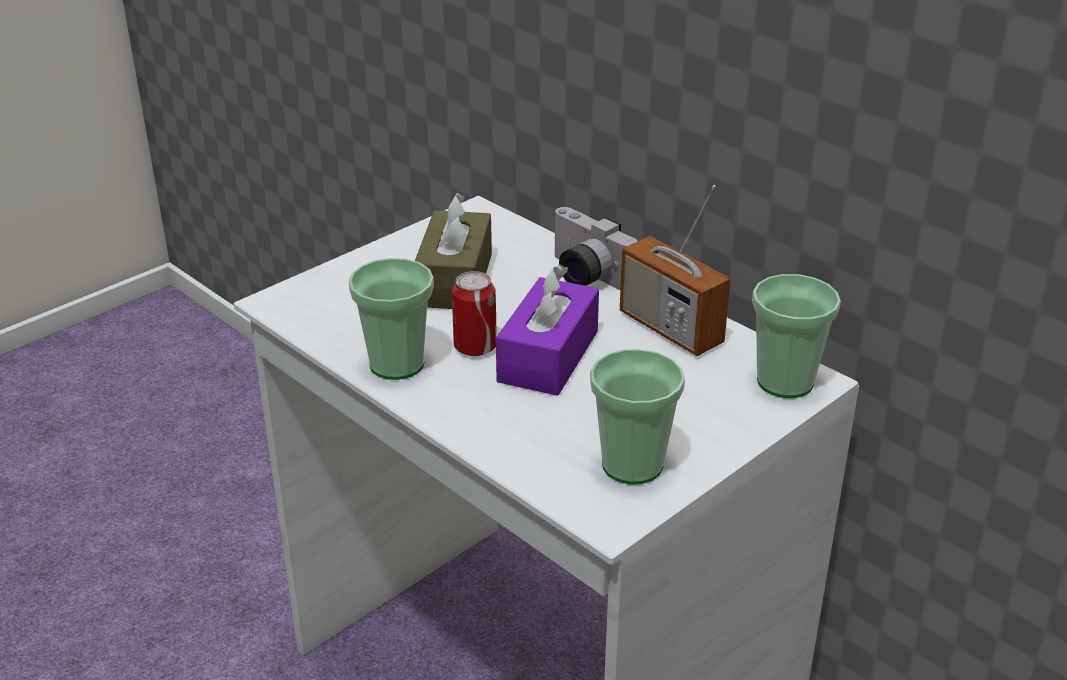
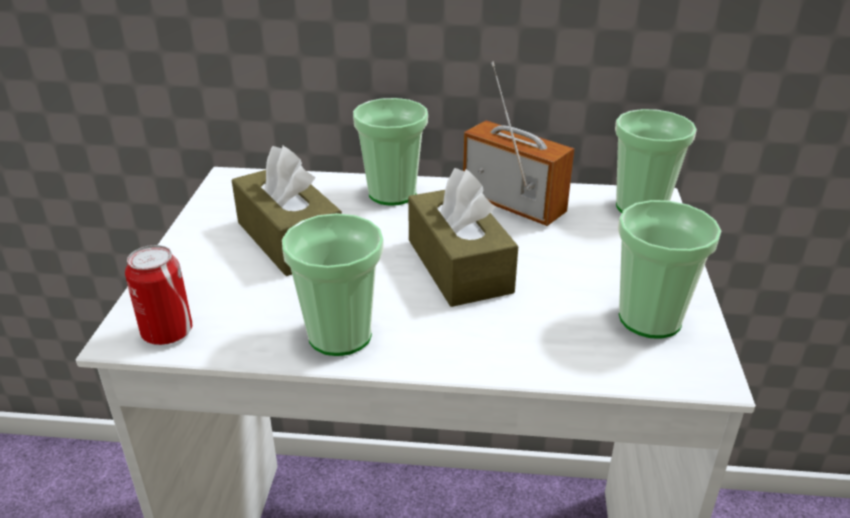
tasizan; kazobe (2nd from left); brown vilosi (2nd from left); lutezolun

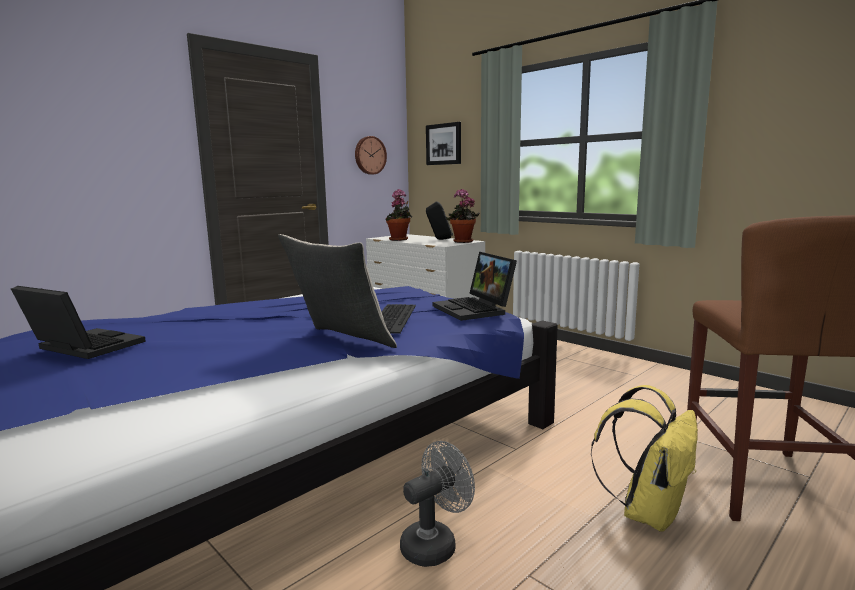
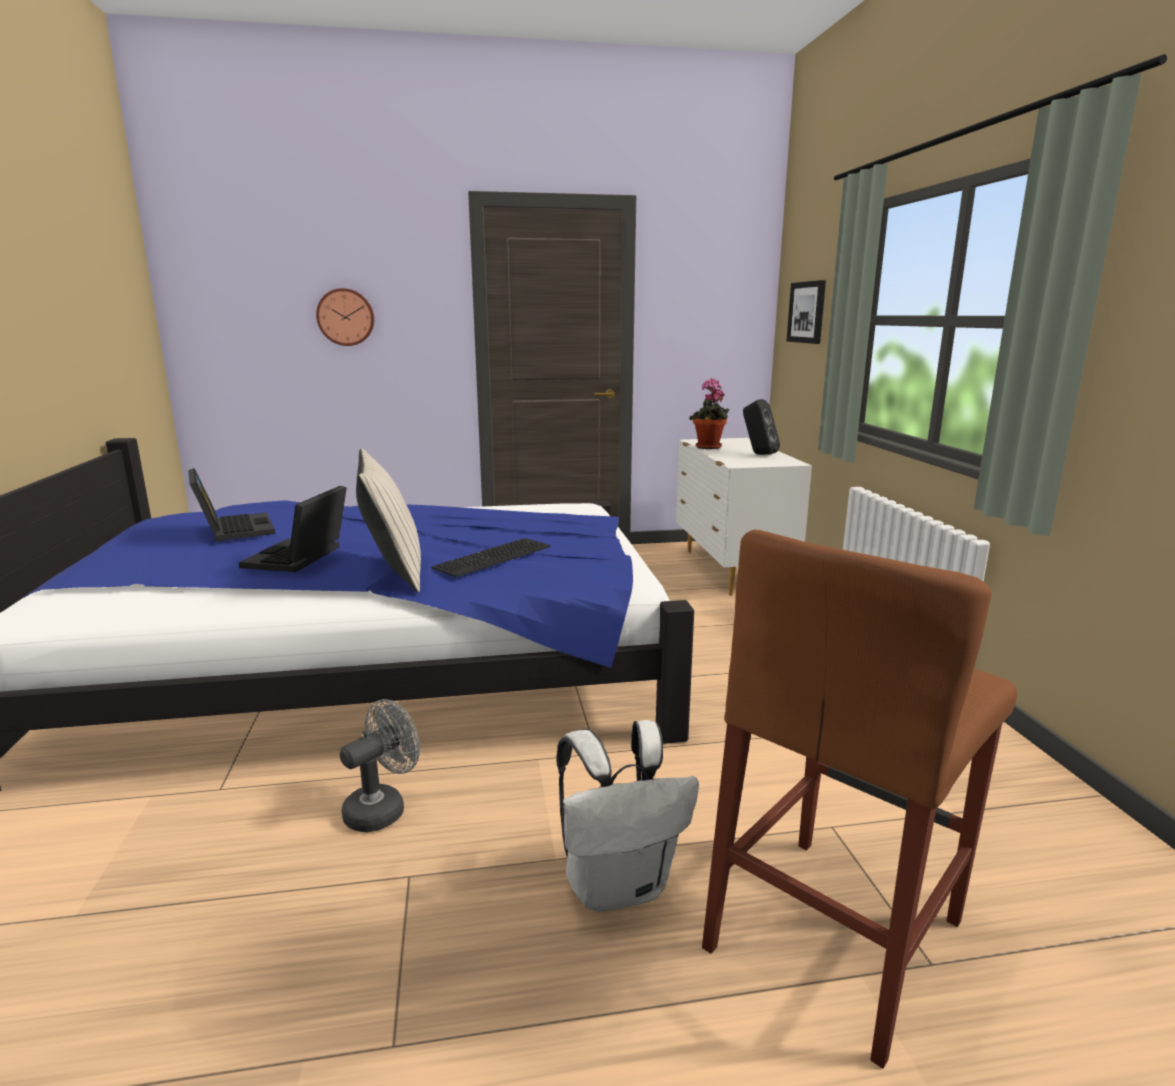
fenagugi; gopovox (2nd from left in the first image); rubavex (2nd from left); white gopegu; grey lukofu

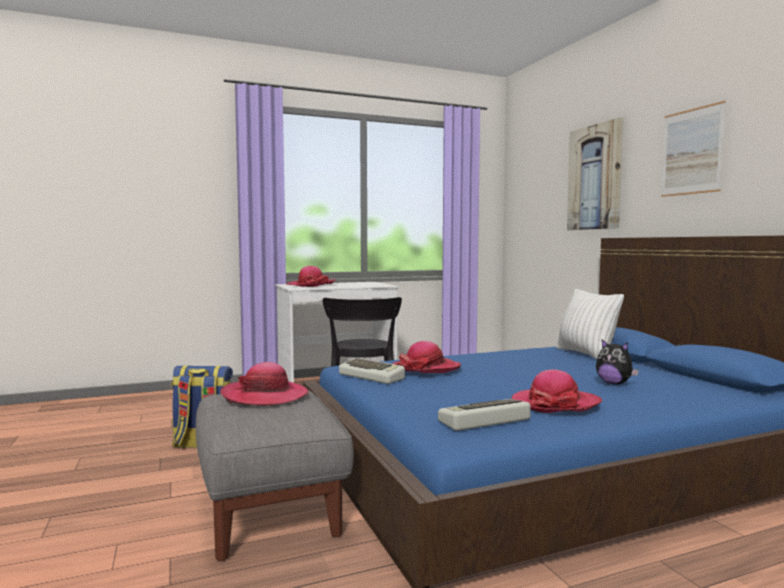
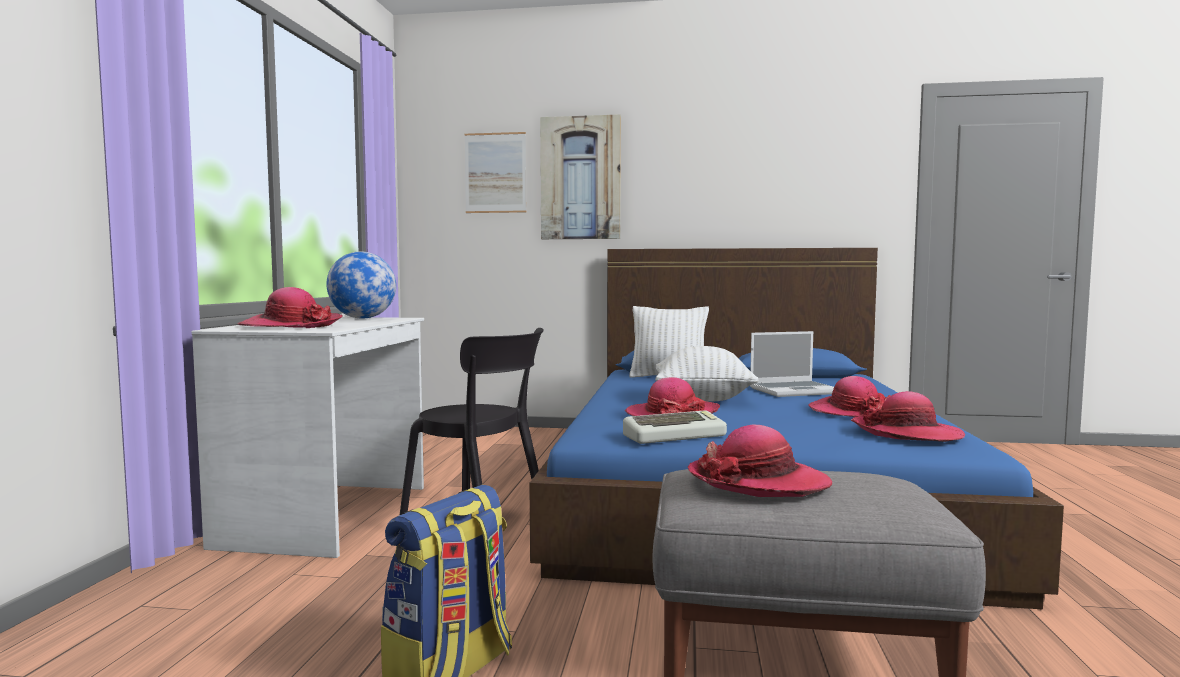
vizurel (1st from left); rubavex; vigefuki (5th from left); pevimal; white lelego (2nd from left)

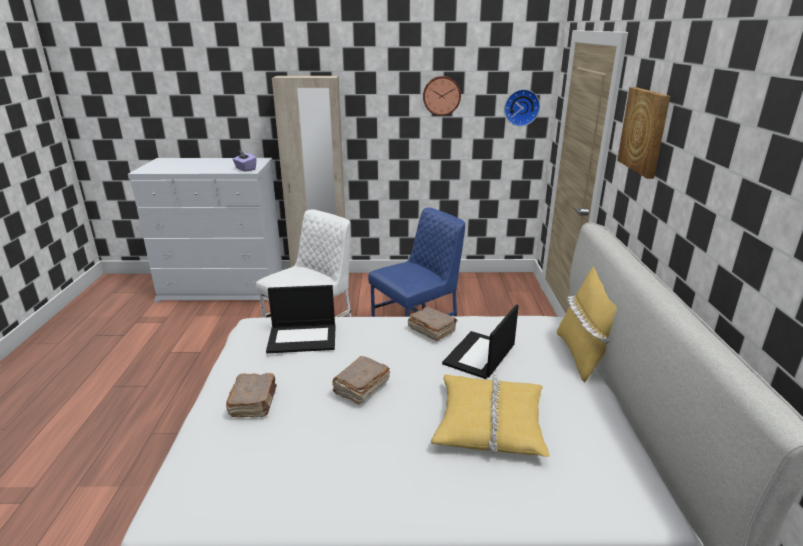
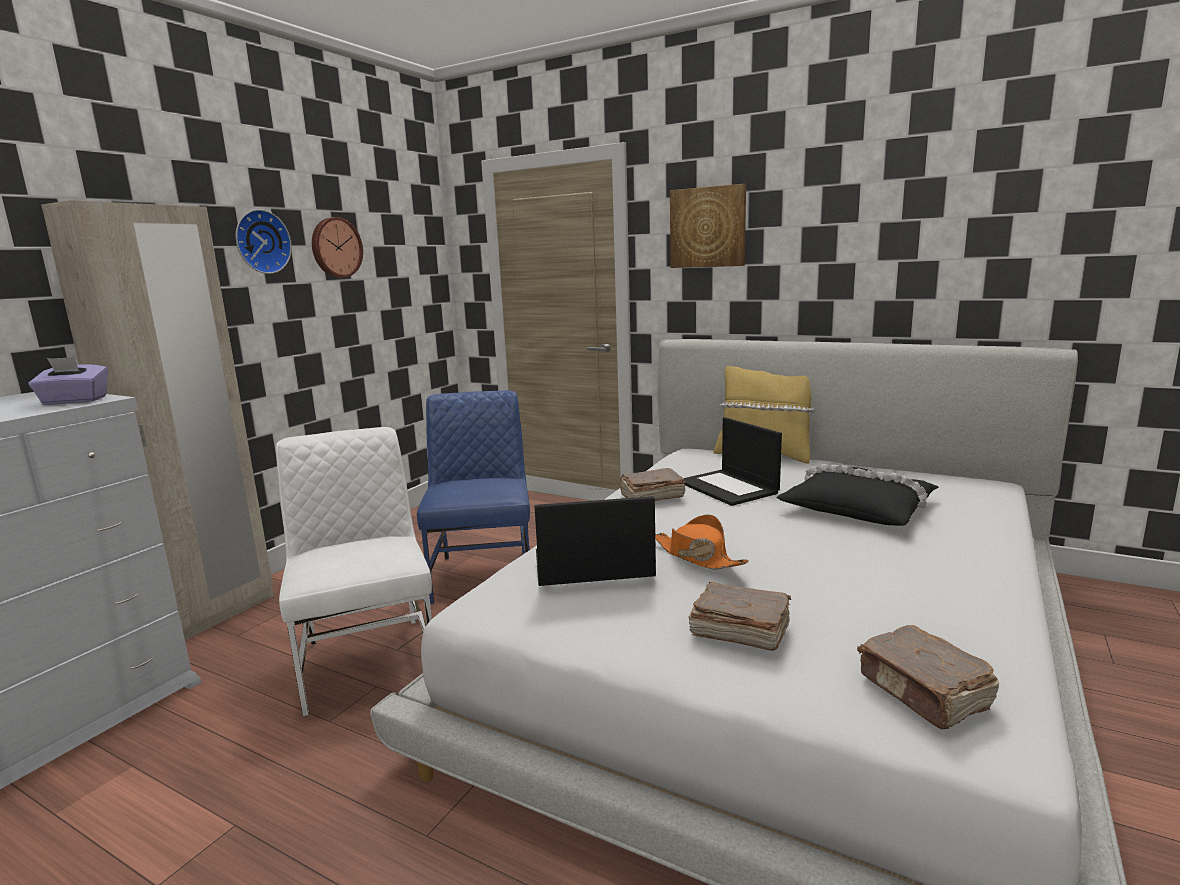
fenagugi (1st from left); rubavex (1st from left); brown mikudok (3rd from left); black lelego; orange vigefuki

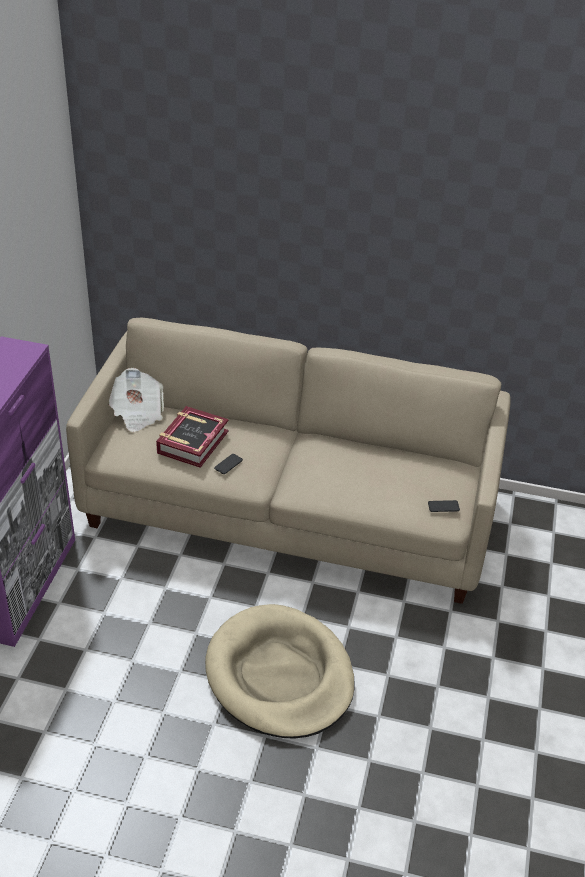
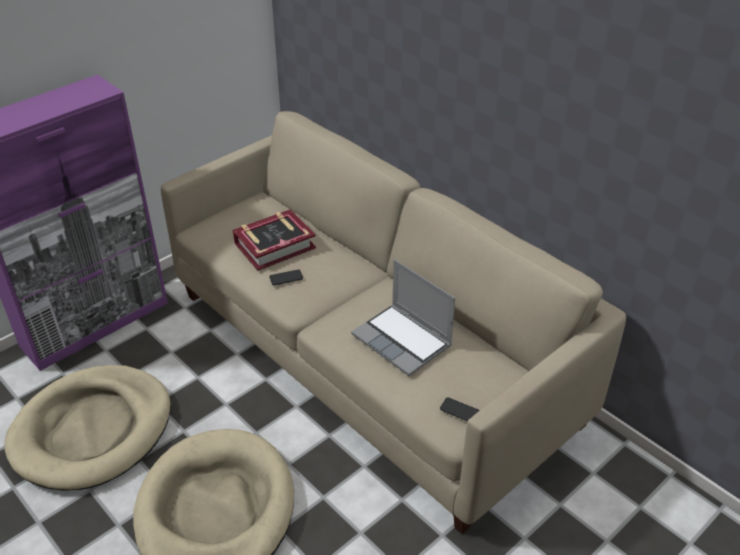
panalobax; rubavex; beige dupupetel (1st from left)

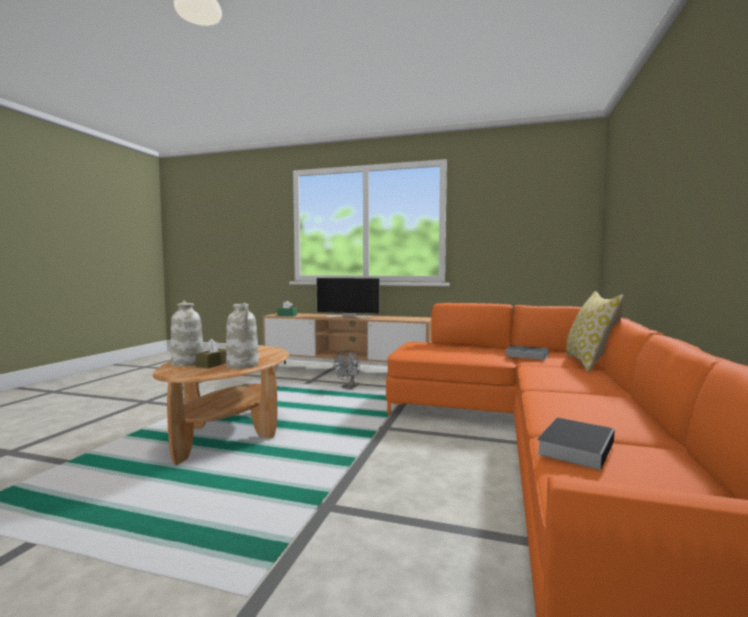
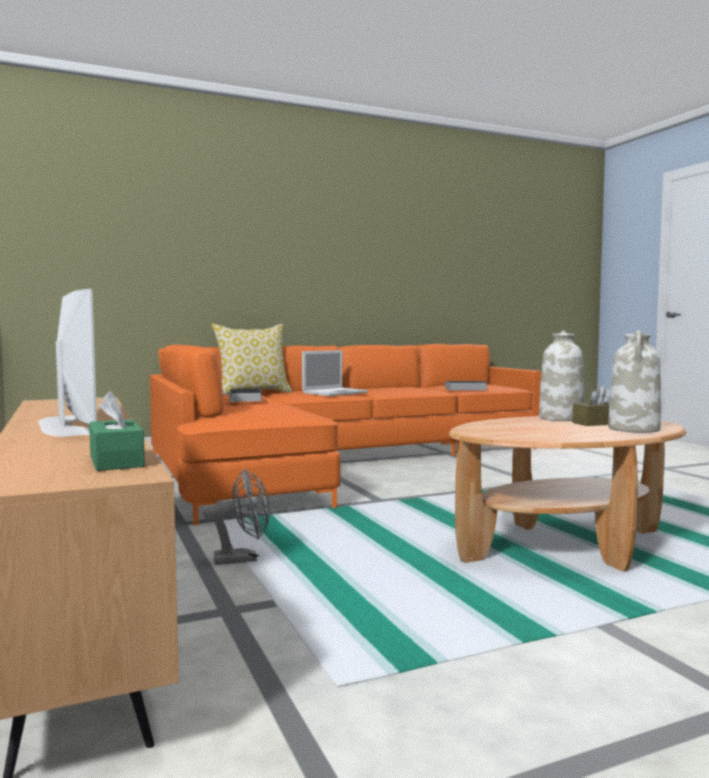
rubavex

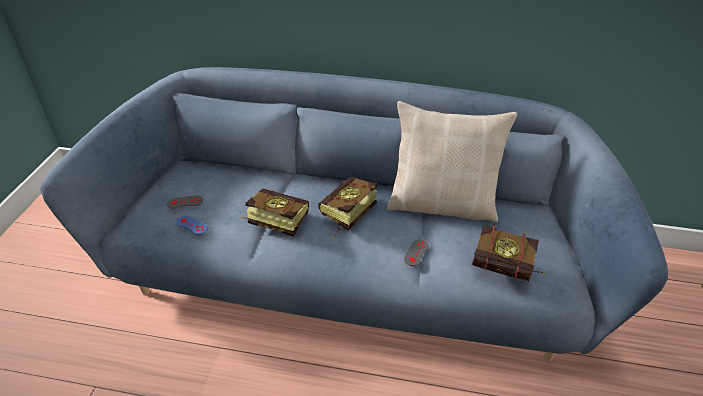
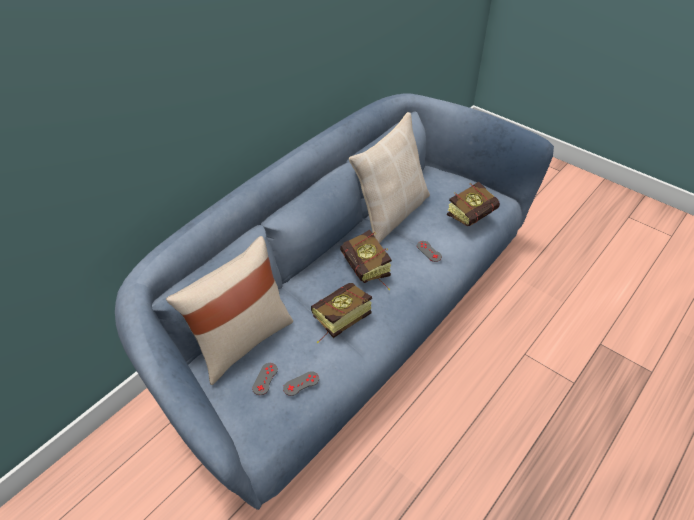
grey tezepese (2nd from left); beige lelego (1st from left)

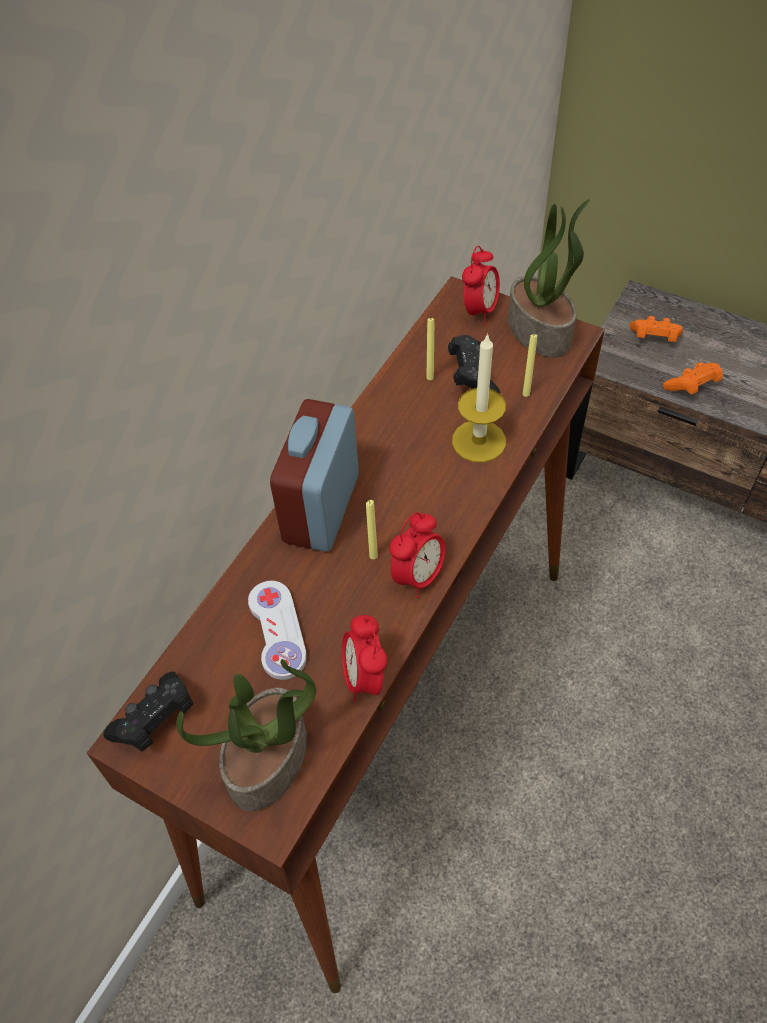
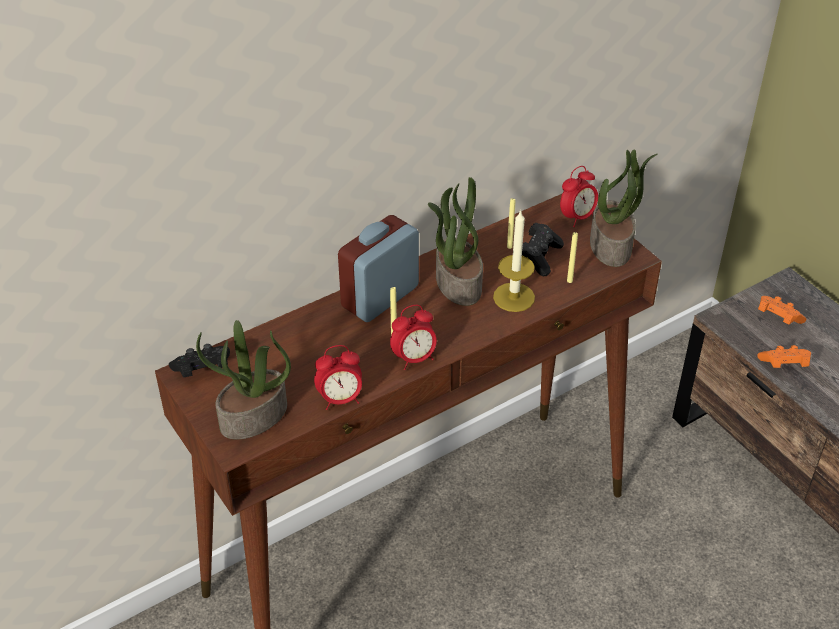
white tezepese; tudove (1st from left); gopovox (2nd from left)

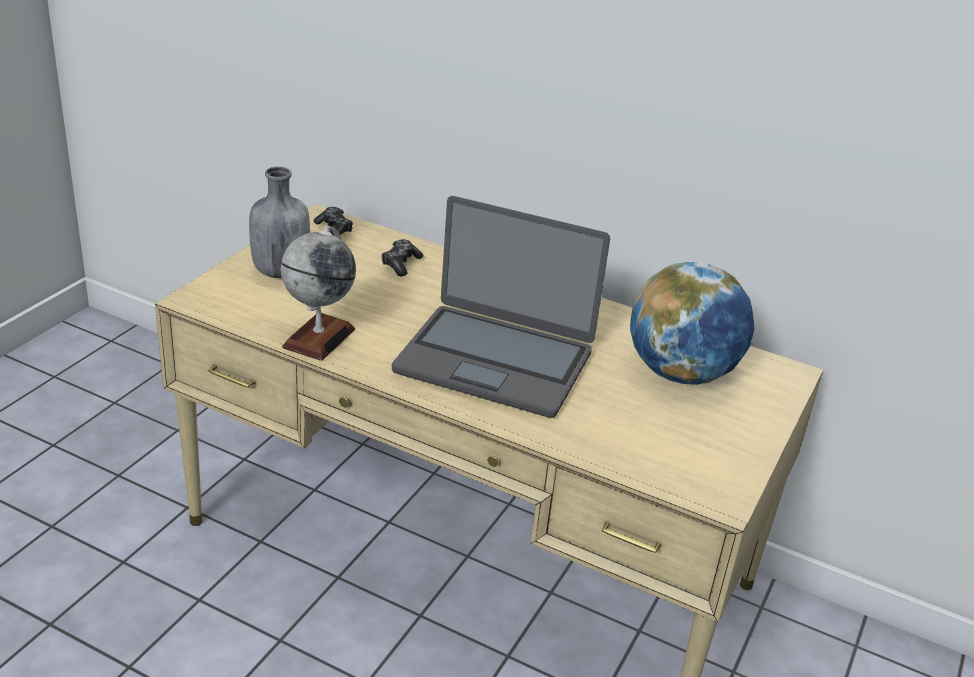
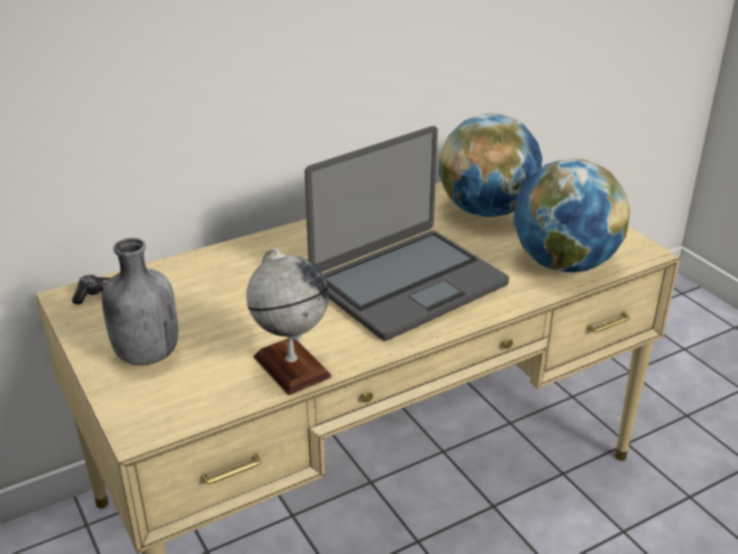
tezepese (2nd from left in the first image); pevimal (3rd from left)

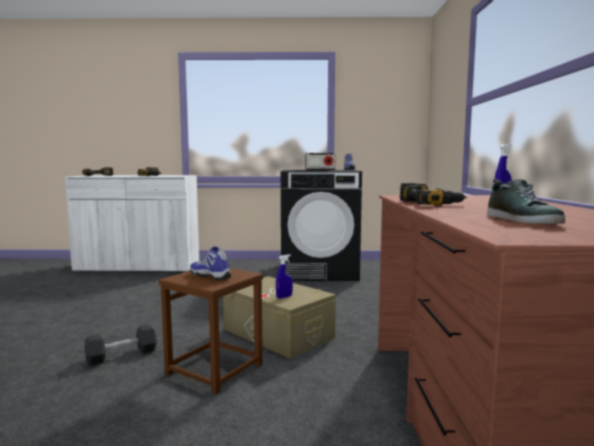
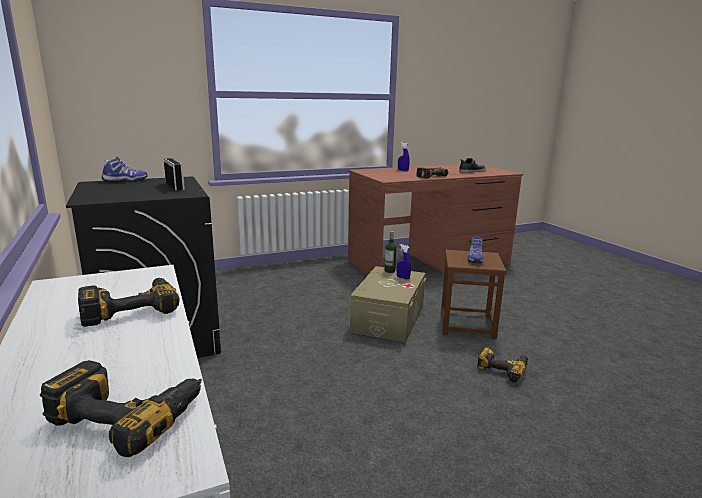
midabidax (4th from left); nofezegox

